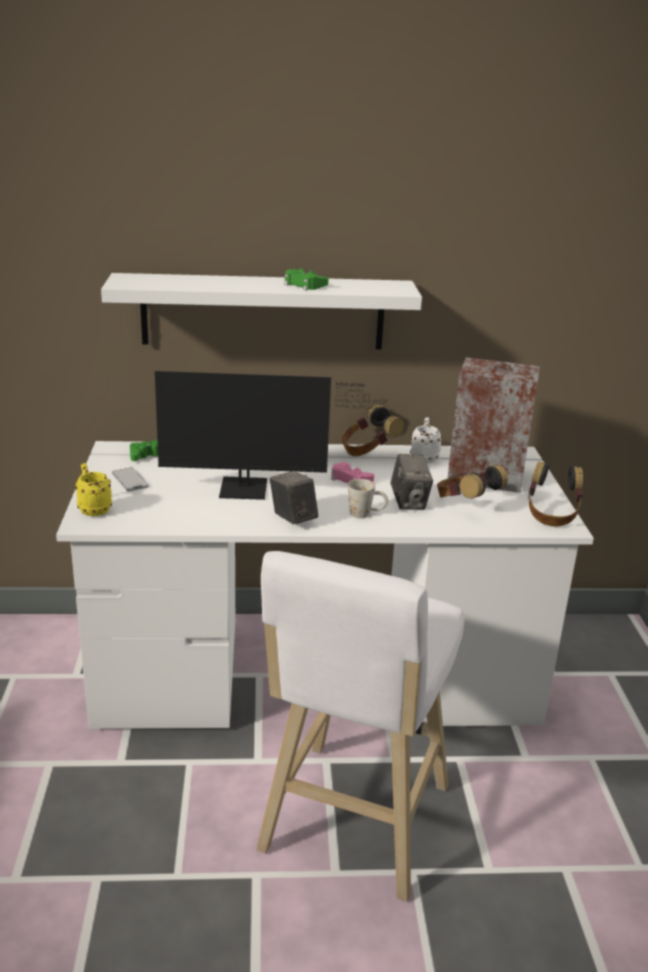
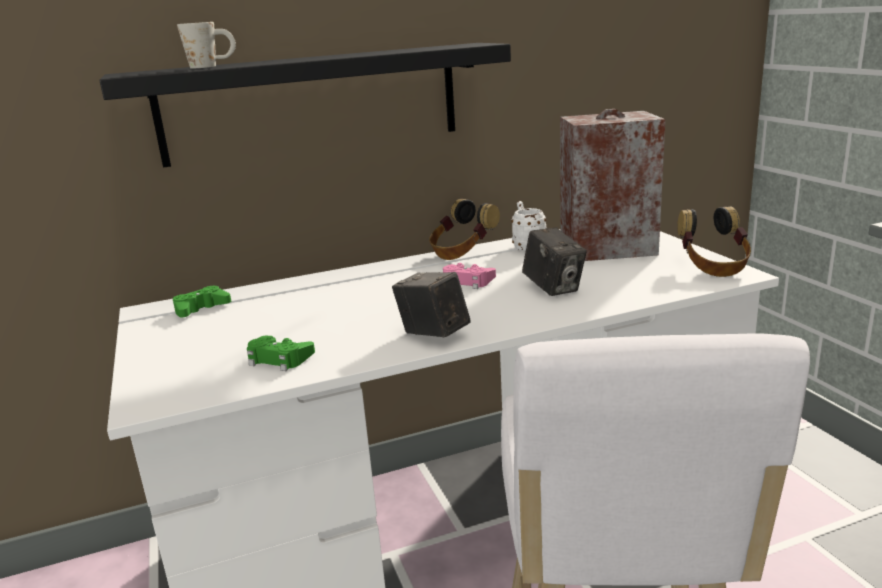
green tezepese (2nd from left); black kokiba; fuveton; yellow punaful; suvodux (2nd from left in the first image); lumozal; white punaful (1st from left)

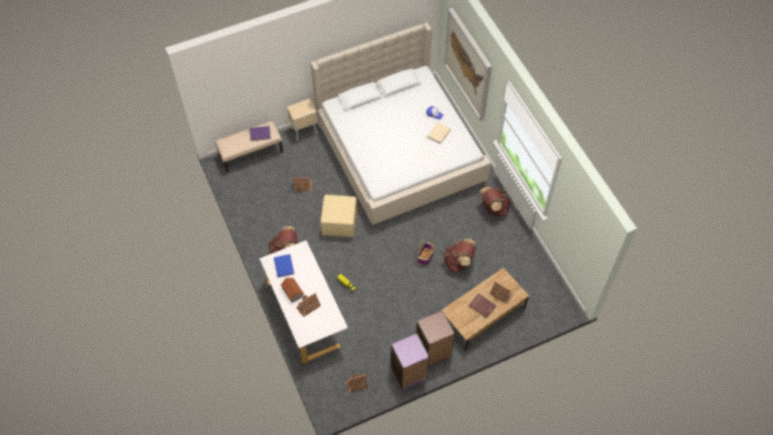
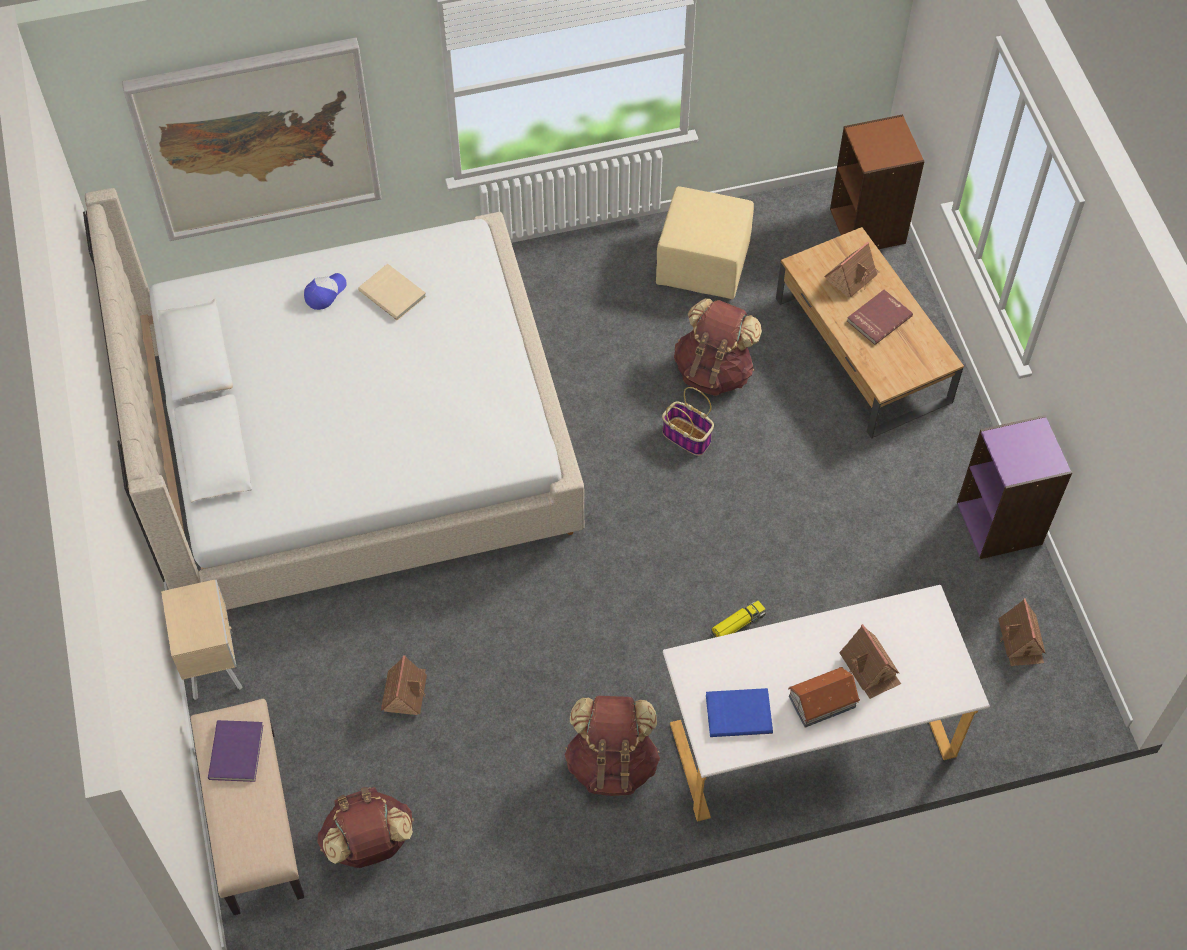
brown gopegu (1st from left); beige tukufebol; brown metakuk

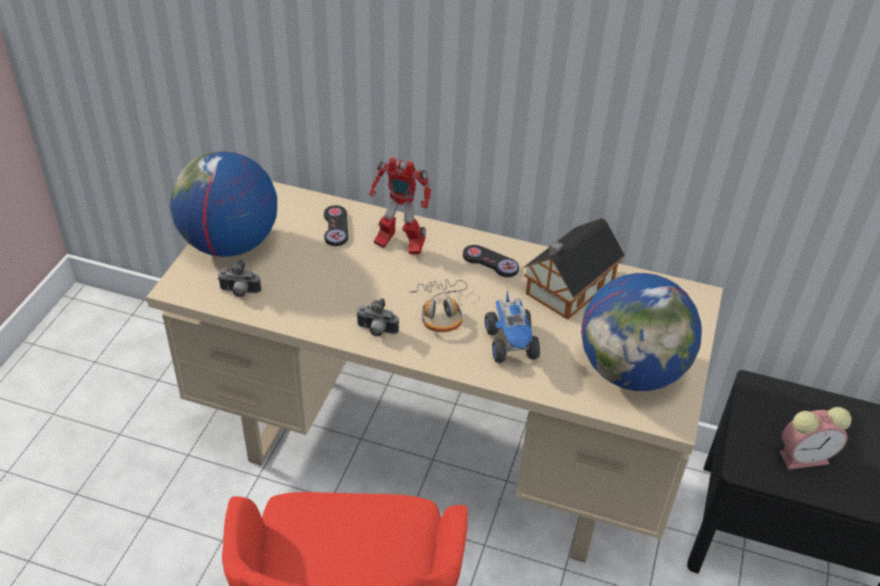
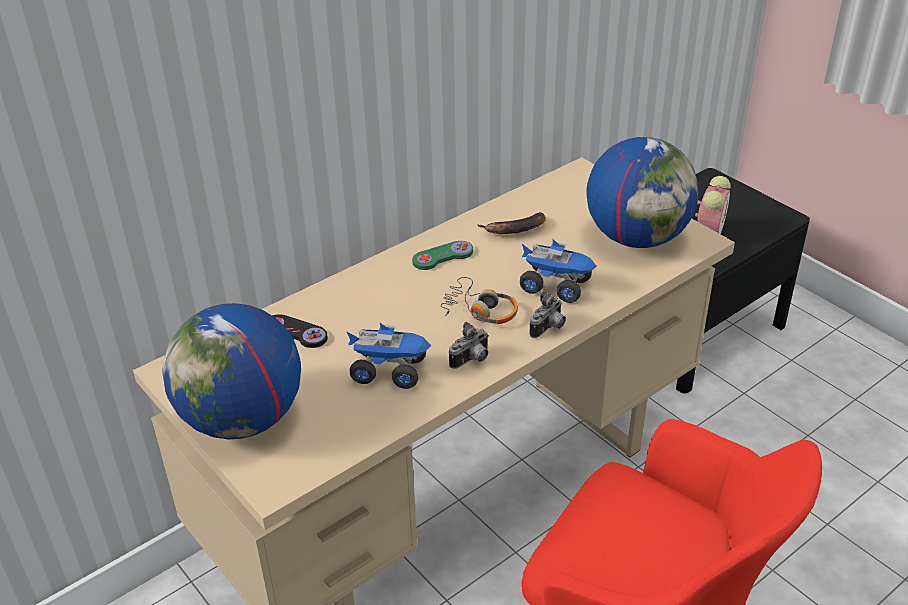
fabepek; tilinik; green tezepese; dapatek (2nd from left); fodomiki (1st from left)

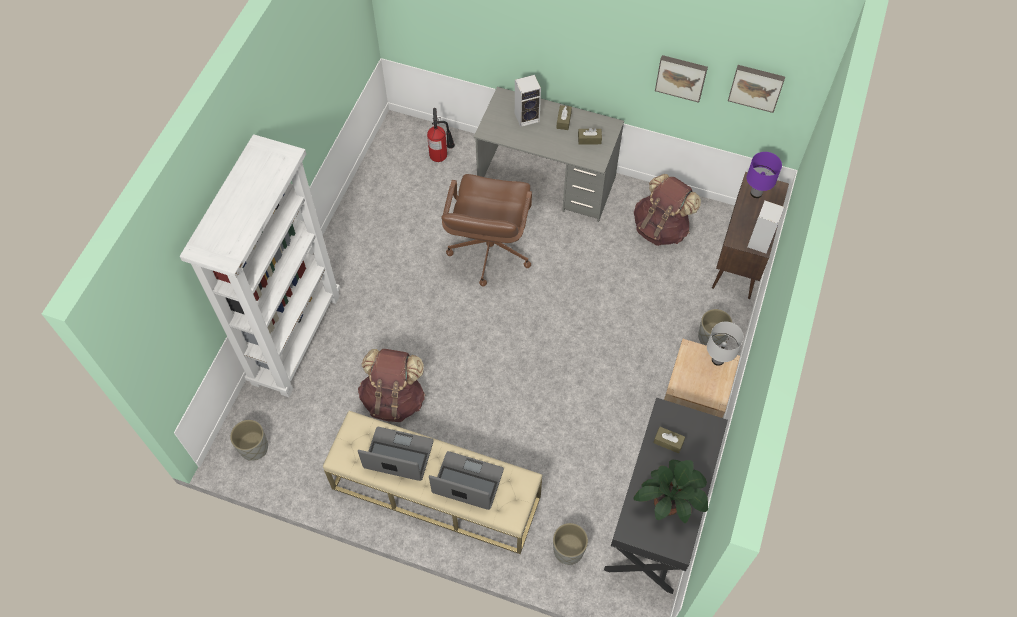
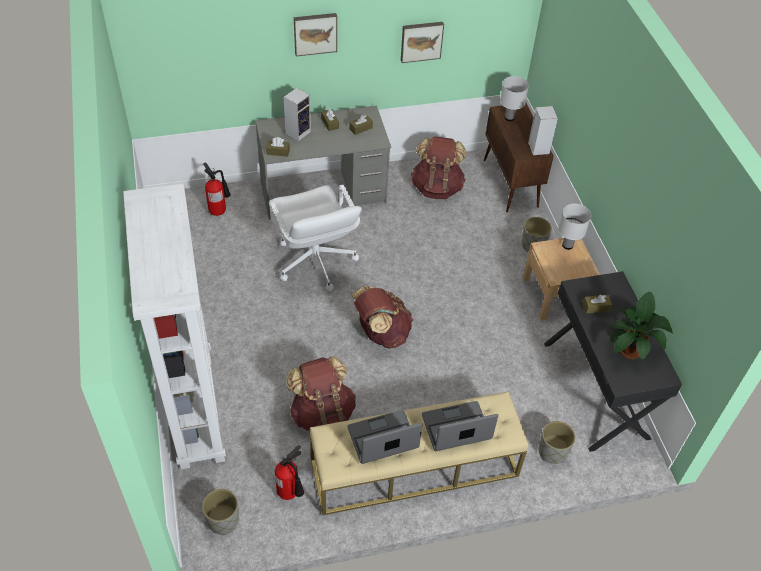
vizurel (1st from left); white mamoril (1st from left); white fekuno; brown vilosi (1st from left); brown gopegu (2nd from left); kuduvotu (2nd from left)

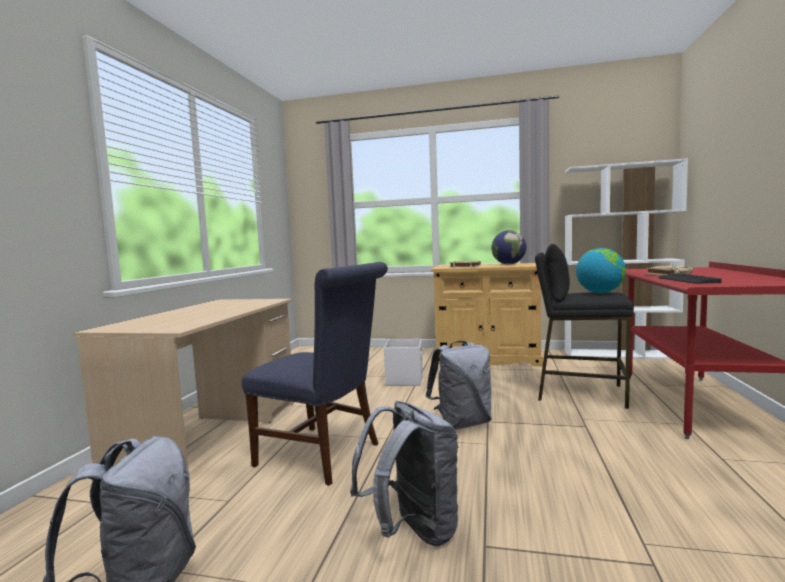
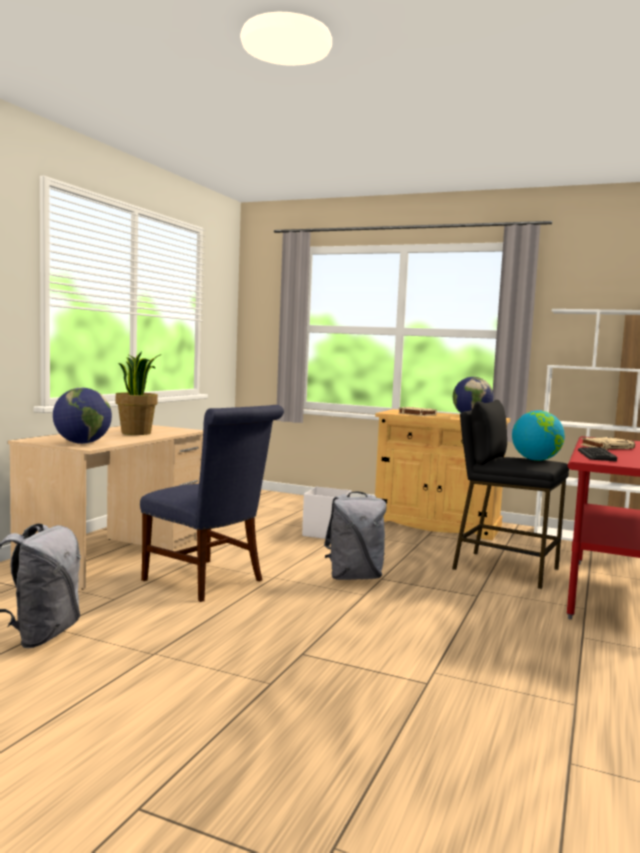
grey gopegu (2nd from left in the first image); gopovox; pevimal (1st from left)

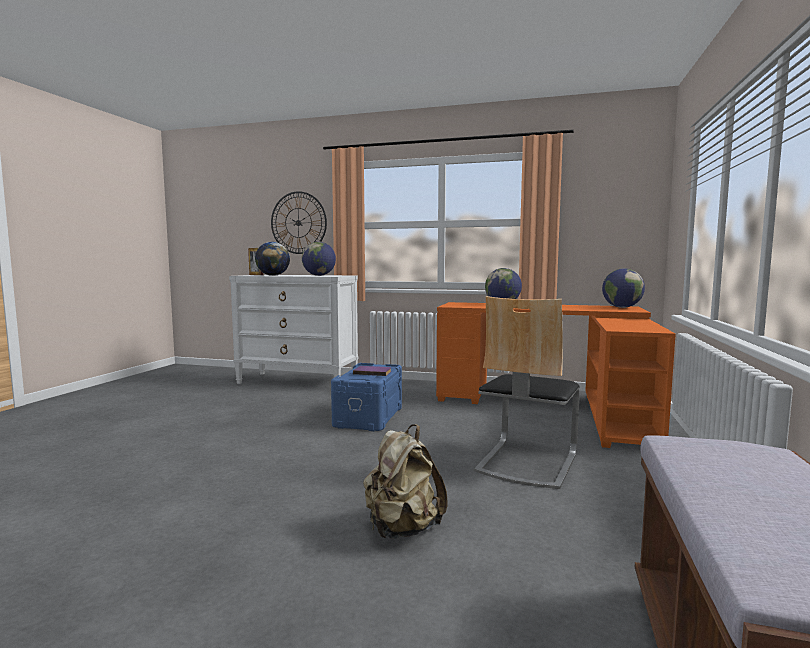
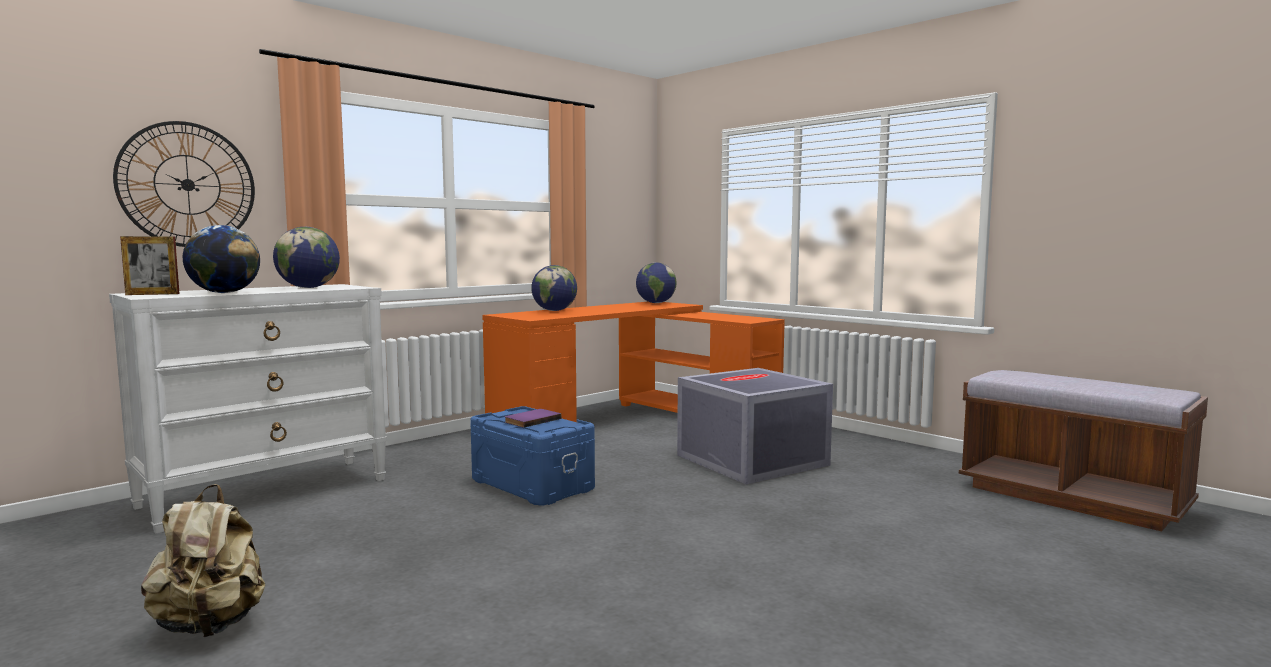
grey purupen; beige gopegu

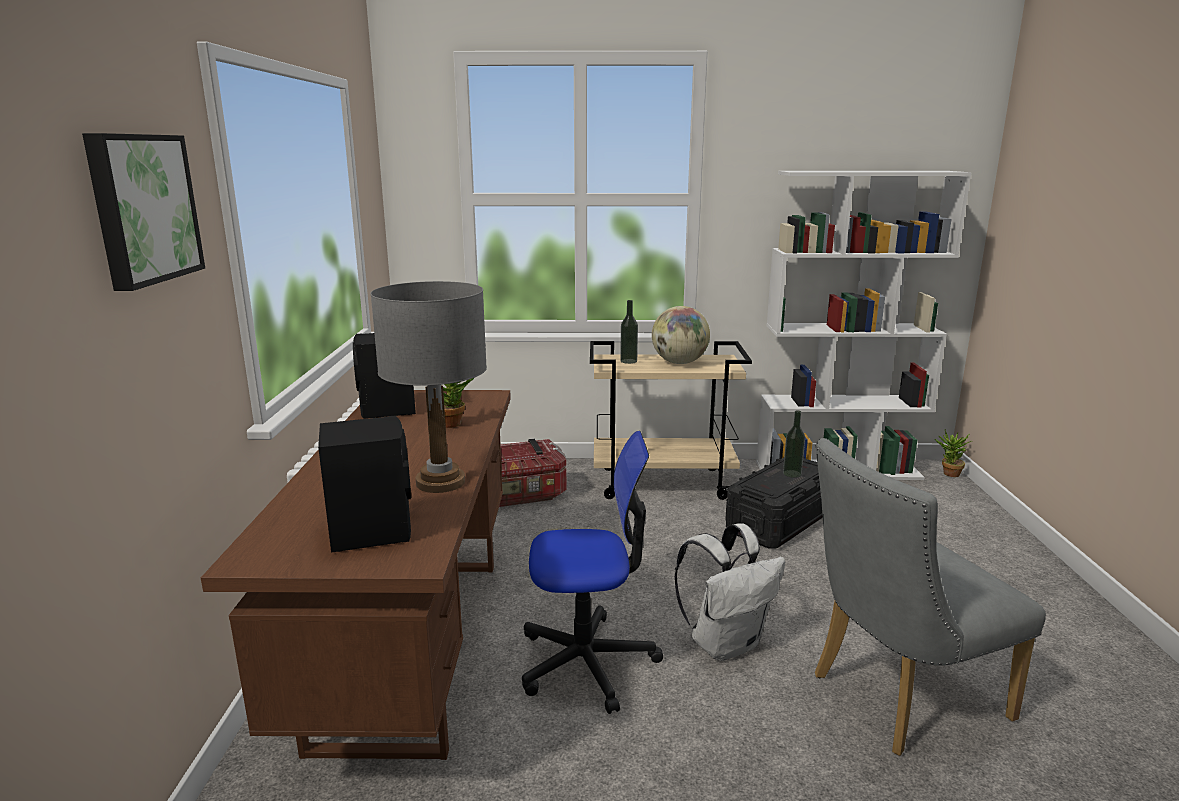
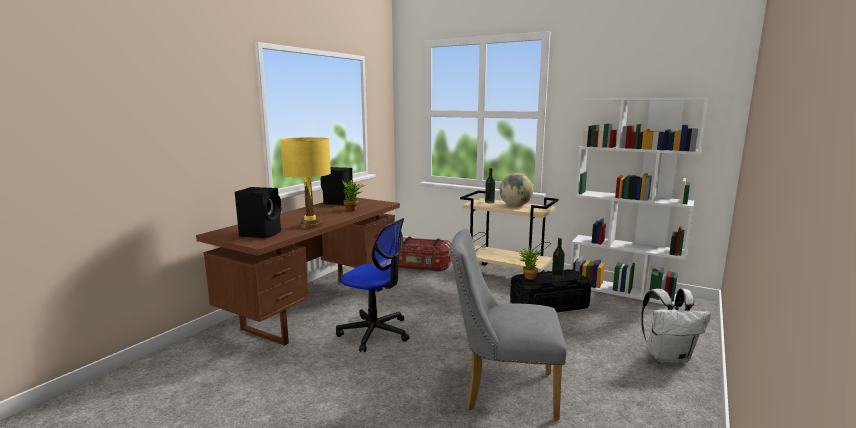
vizurel; yellow mamoril; gopovox (2nd from left); white gopegu

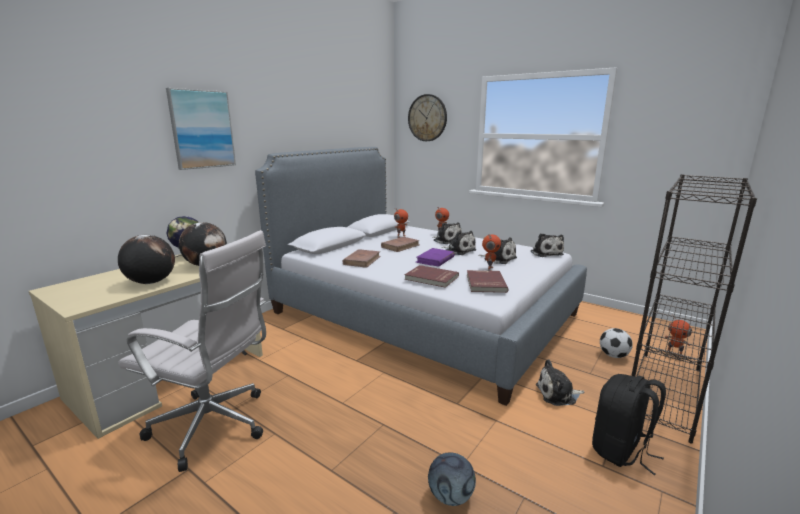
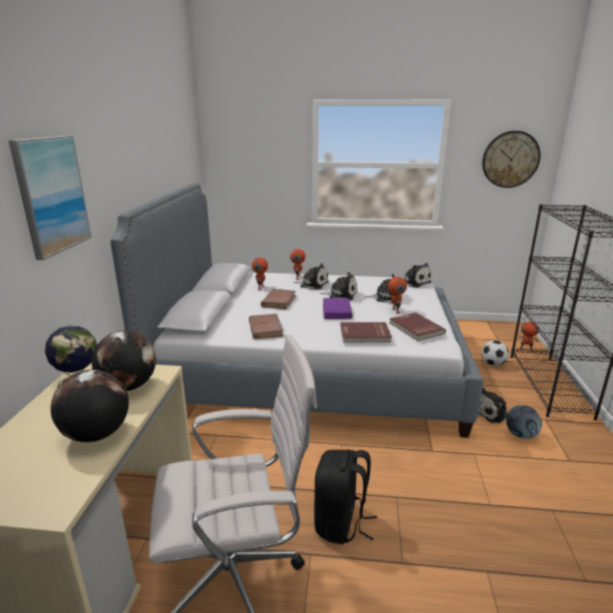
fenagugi; black gopegu; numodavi (2nd from left)

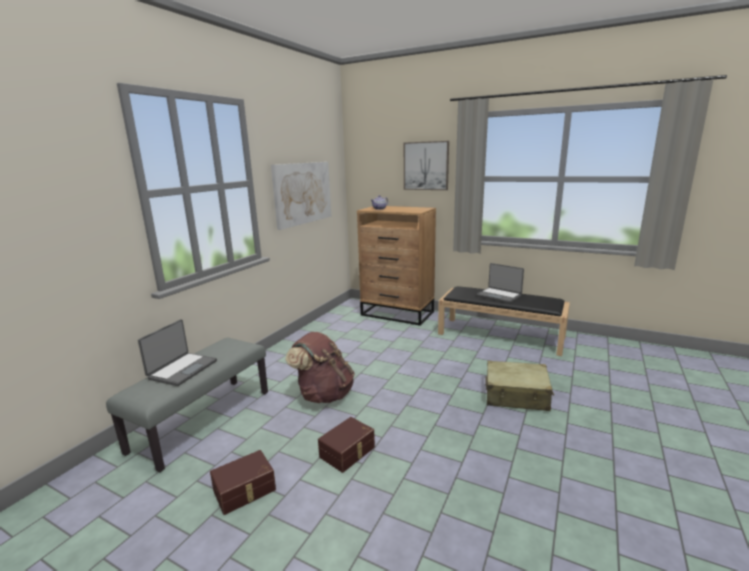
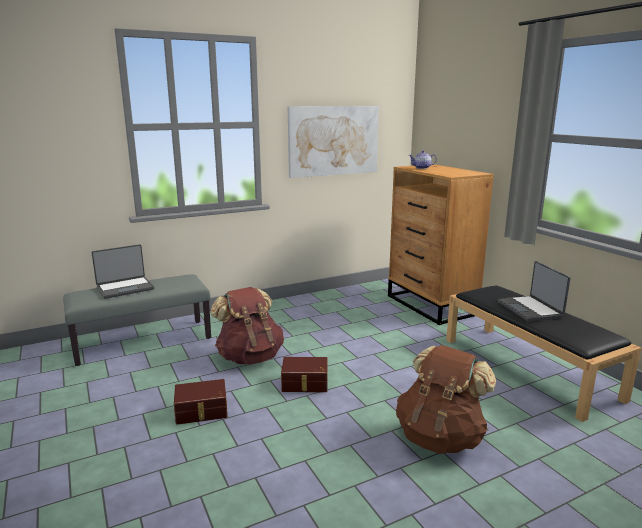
vizurel (2nd from left in the first image); brown gopegu (2nd from left); brown purupen (2nd from left)

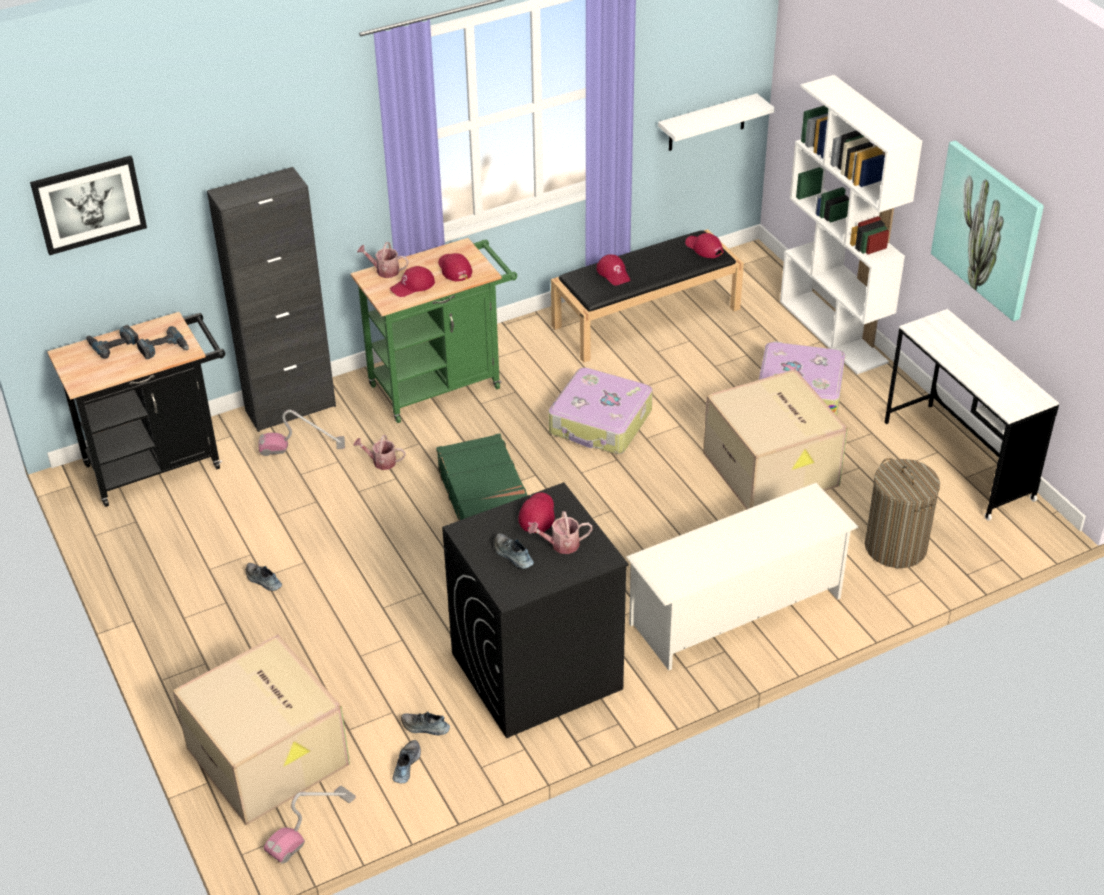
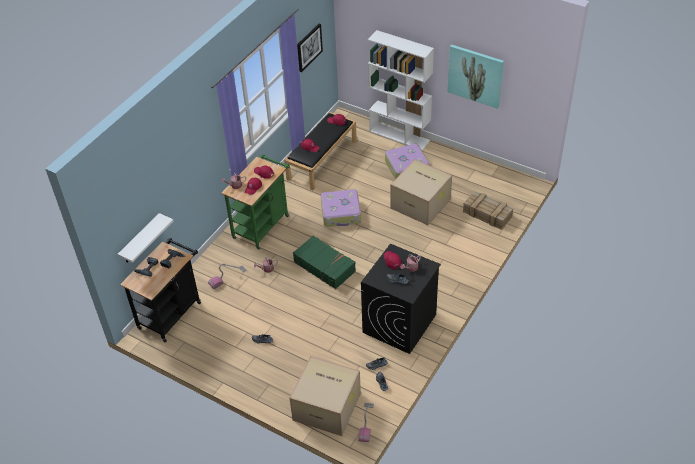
white kokiba; vizurel (1st from left); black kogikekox; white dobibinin; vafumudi; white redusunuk

